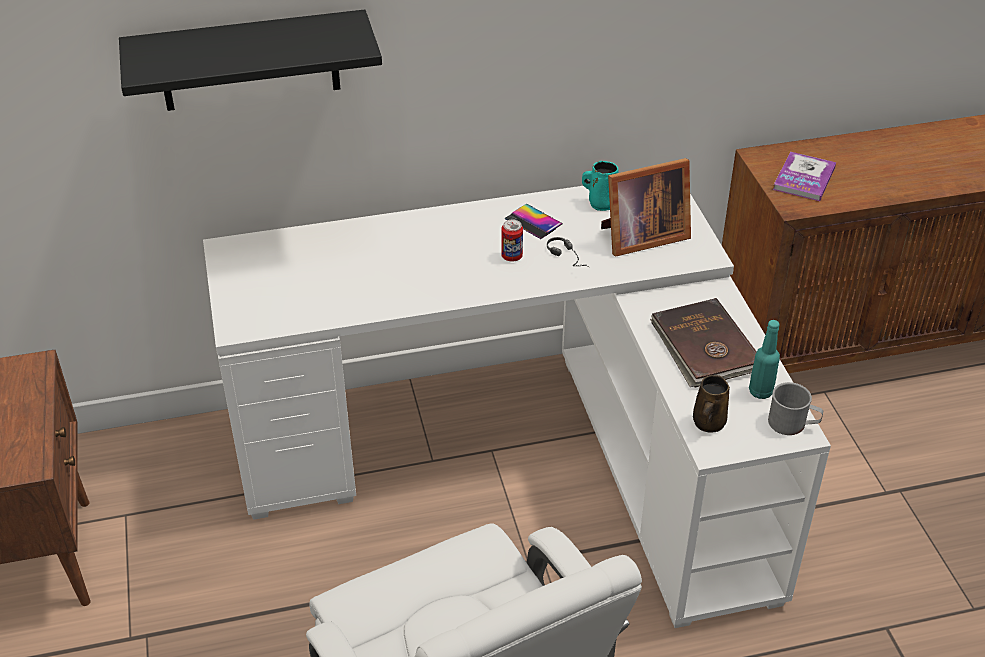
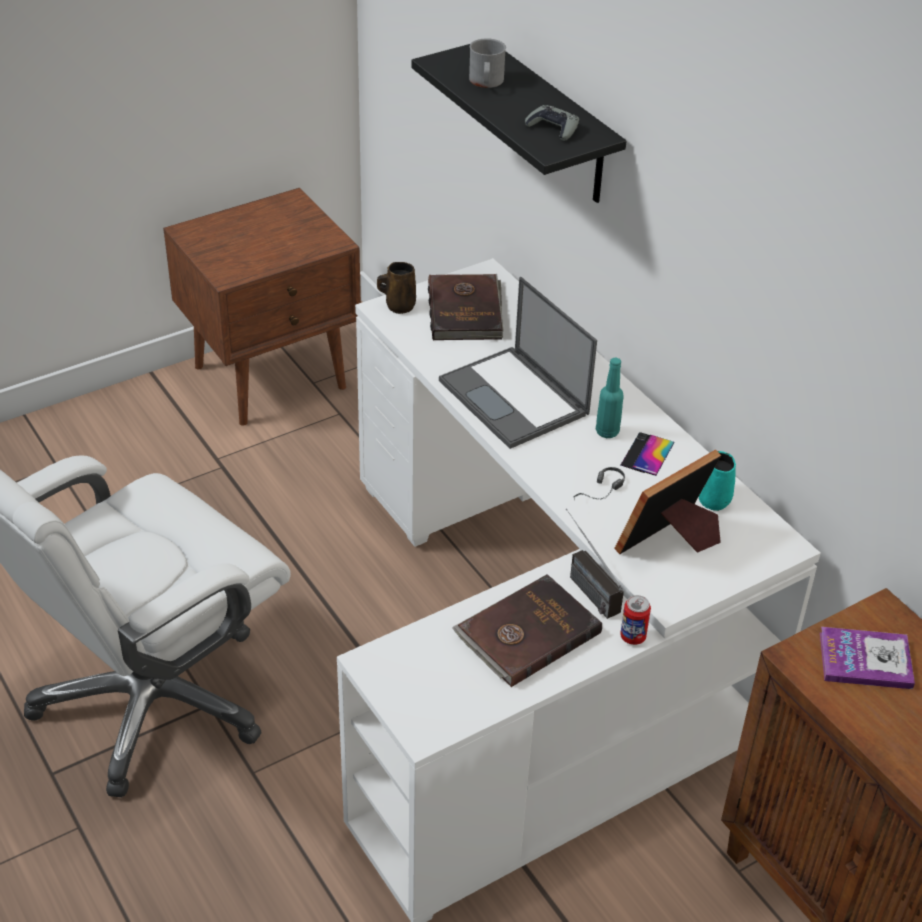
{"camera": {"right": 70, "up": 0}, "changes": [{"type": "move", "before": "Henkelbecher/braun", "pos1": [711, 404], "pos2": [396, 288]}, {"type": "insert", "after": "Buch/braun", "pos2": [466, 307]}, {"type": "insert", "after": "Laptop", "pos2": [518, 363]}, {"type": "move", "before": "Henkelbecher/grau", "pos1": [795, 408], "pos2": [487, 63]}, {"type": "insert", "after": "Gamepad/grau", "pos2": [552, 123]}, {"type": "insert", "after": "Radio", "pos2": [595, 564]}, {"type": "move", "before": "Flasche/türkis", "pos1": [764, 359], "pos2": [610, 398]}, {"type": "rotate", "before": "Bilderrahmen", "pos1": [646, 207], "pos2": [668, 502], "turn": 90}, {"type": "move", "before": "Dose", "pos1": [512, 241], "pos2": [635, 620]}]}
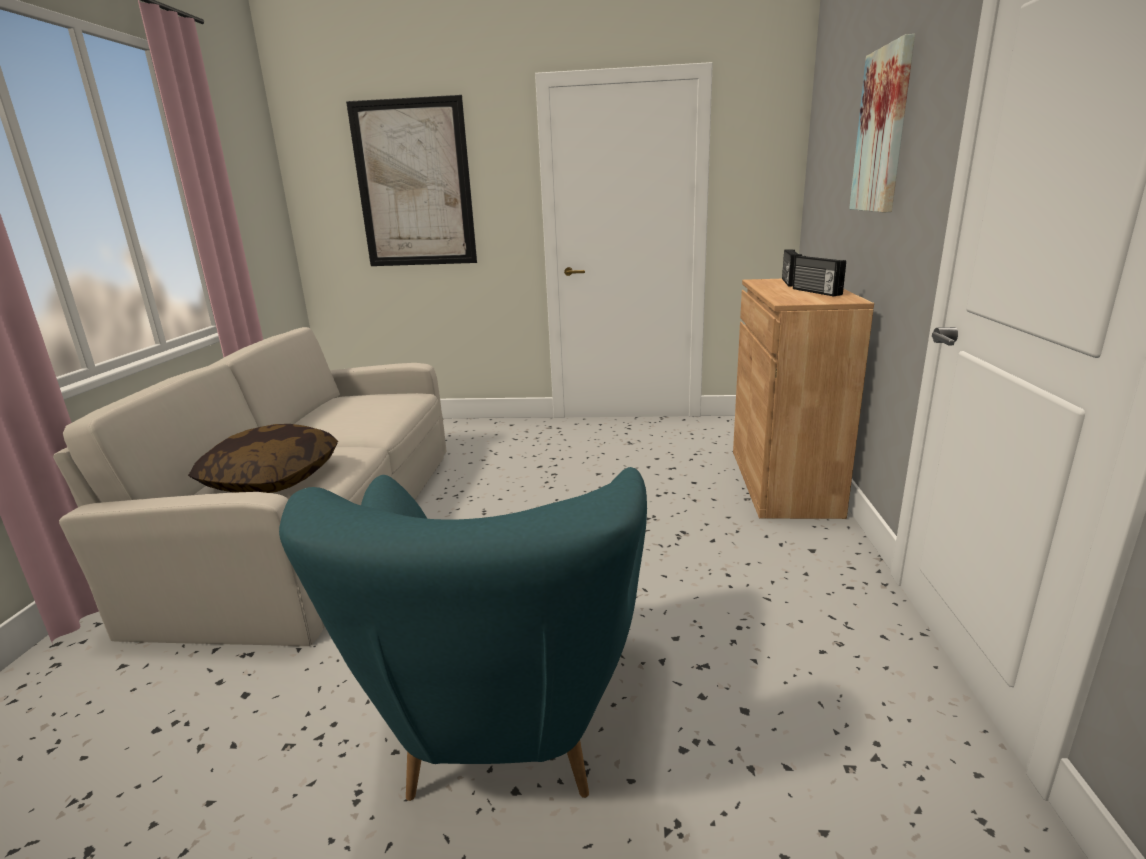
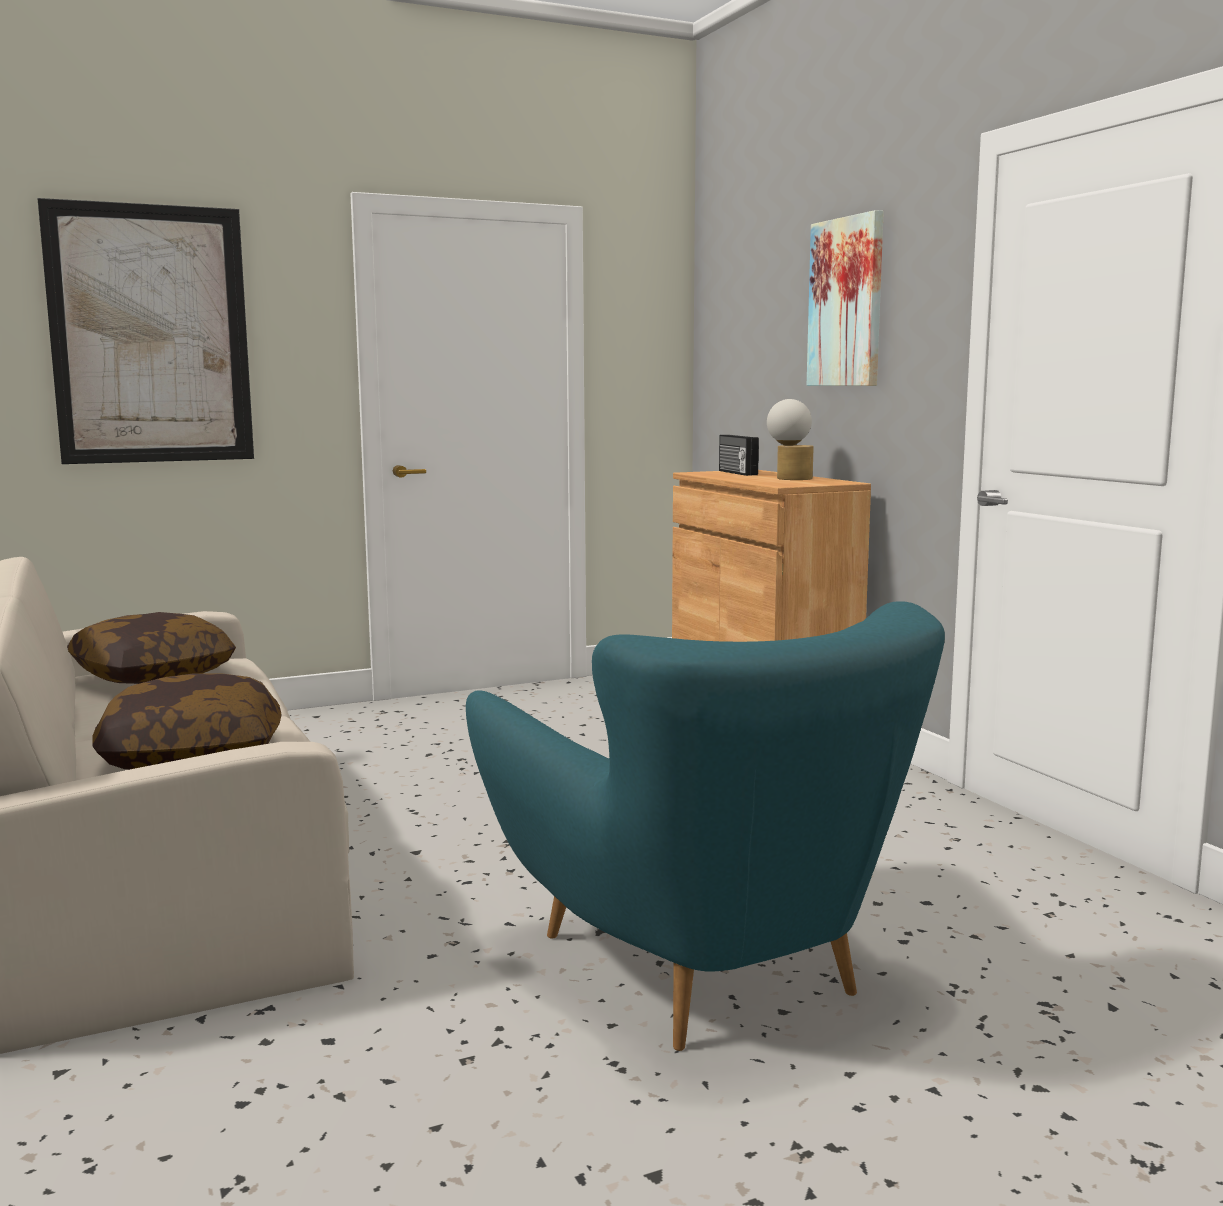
{"camera": {"right": -30, "up": -10}, "changes": [{"type": "insert", "after": "Kissen", "pos2": [151, 648]}, {"type": "replace", "before": "Radio", "after": "Tischlampe", "pos1": [819, 276], "pos2": [790, 439]}]}
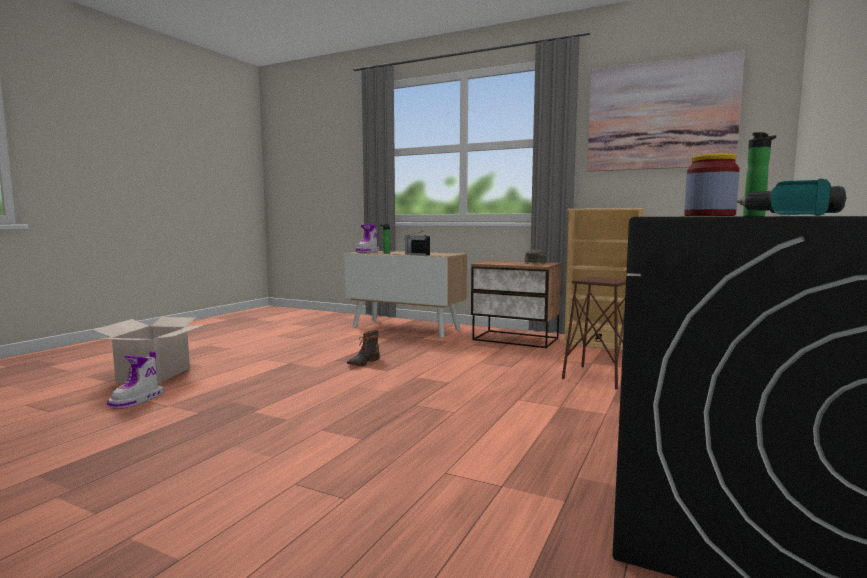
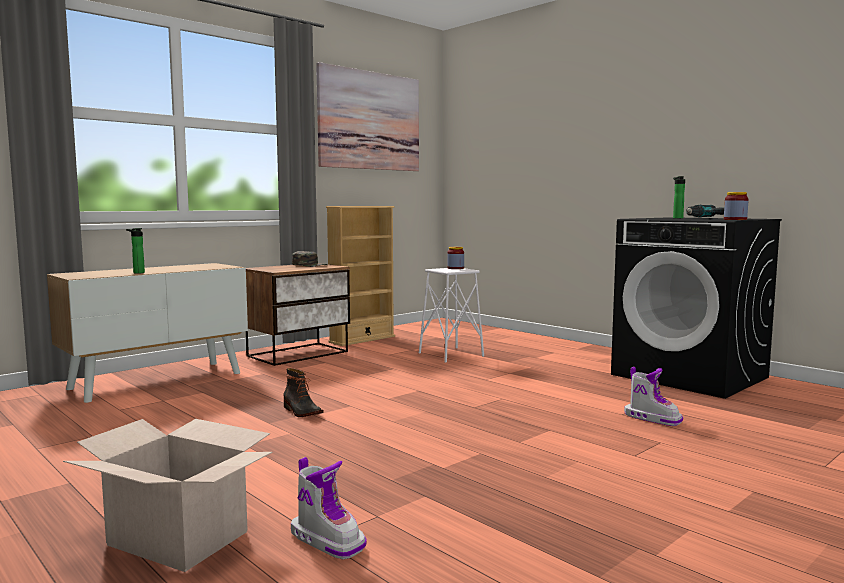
{"camera": {"right": -70, "up": 0}, "changes": [{"type": "recolor", "before": "Hocker/braun", "after": "Hocker/weiß", "pos1": [594, 333], "pos2": [451, 315]}, {"type": "insert", "after": "Vorratsglas", "pos2": [455, 258]}, {"type": "move", "before": "Stiefel", "pos1": [367, 238], "pos2": [653, 396]}, {"type": "delete", "before": "Radio", "pos1": [417, 243]}]}
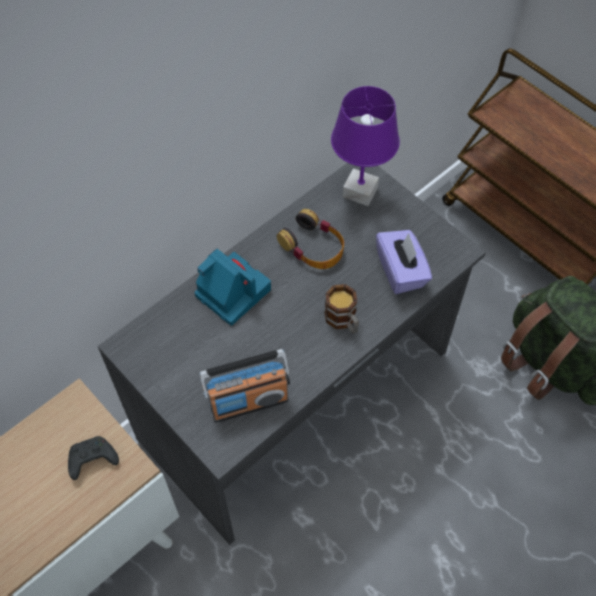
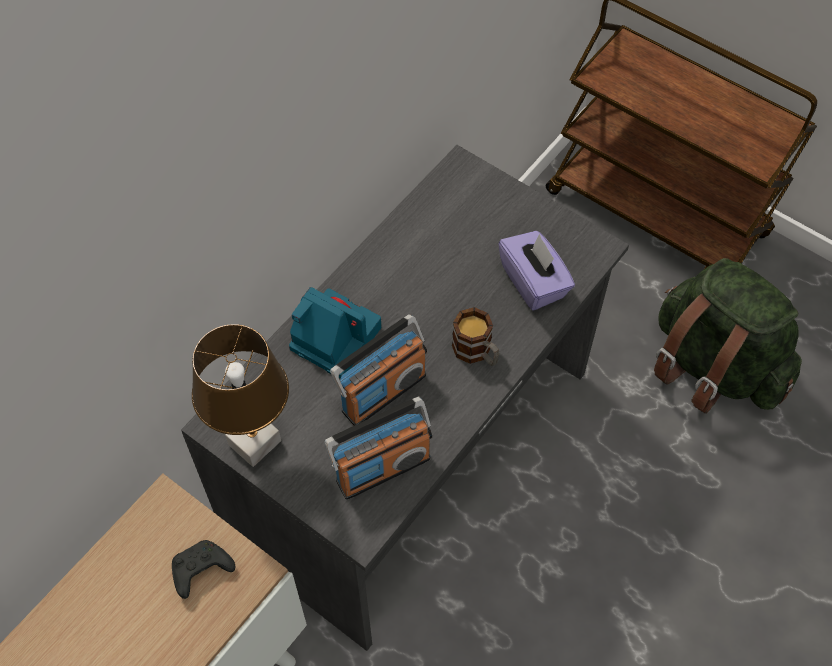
{"camera": {"right": -10, "up": 0}, "changes": [{"type": "insert", "after": "Tischlampe/braun", "pos2": [240, 395]}, {"type": "insert", "after": "Radio", "pos2": [378, 370]}, {"type": "delete", "before": "Kopfhörer", "pos1": [310, 239]}, {"type": "delete", "before": "Tischlampe/lila", "pos1": [365, 146]}]}
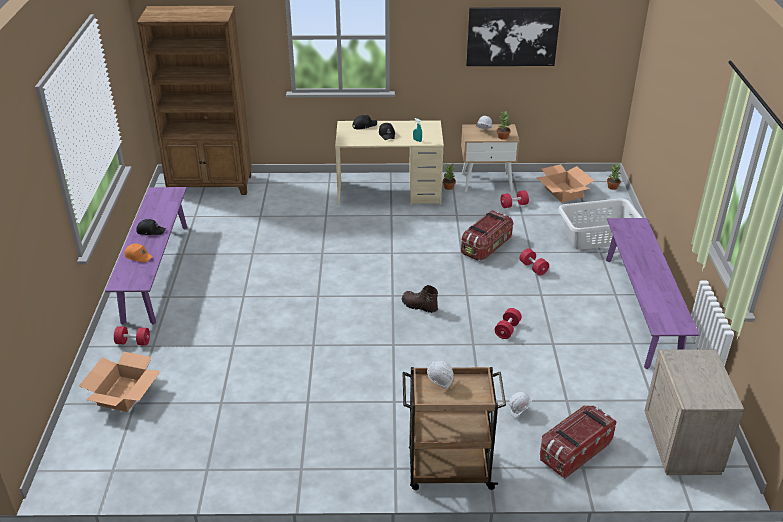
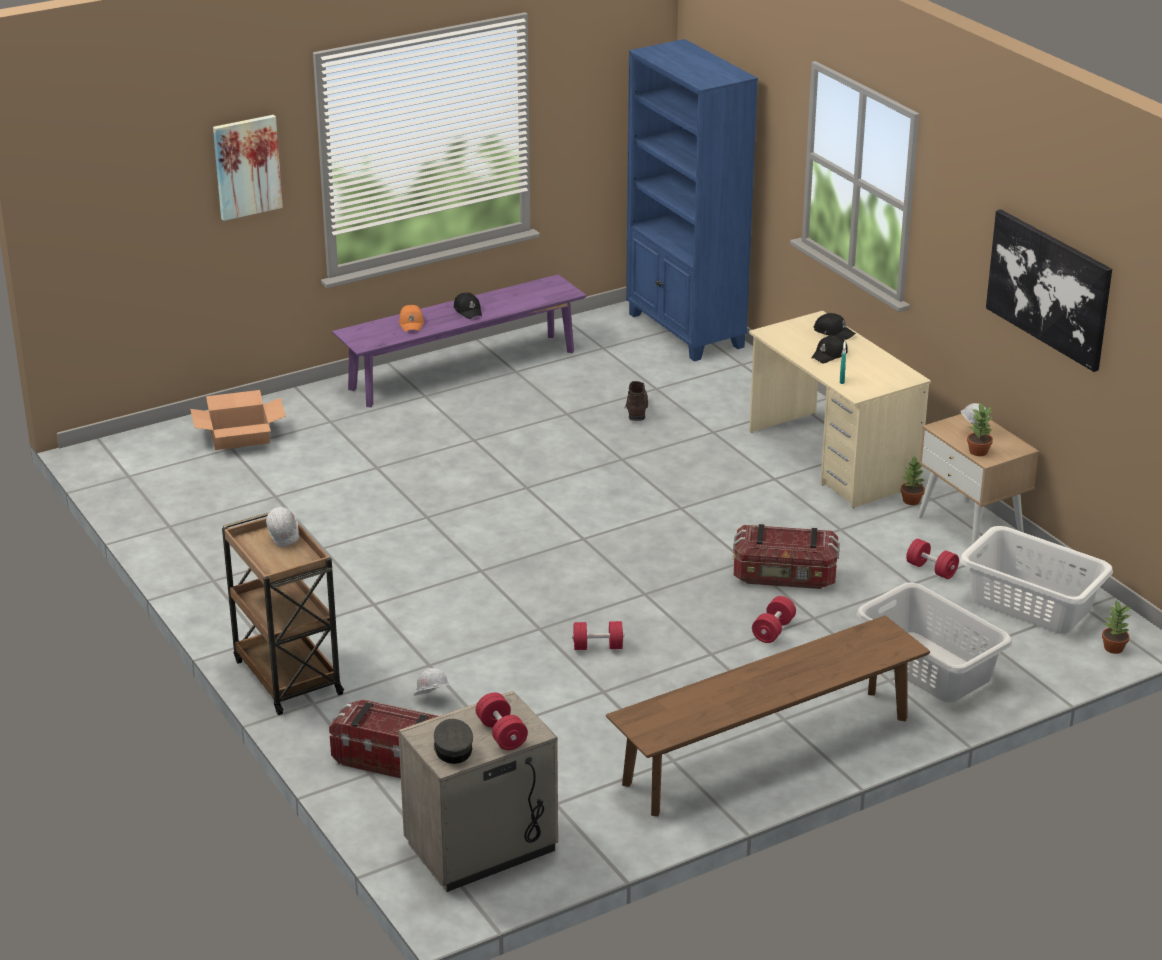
{"camera": {"right": 60, "up": -5}, "changes": [{"type": "insert", "after": "Bild", "pos2": [248, 168]}, {"type": "insert", "after": "Kappe/grau", "pos2": [453, 741]}, {"type": "move", "before": "Hantel/rot", "pos1": [132, 336], "pos2": [502, 721]}, {"type": "recolor", "before": "Bank/lila", "after": "Bank/braun", "pos1": [653, 293], "pos2": [768, 715]}, {"type": "move", "before": "Stiefel/braun", "pos1": [420, 299], "pos2": [636, 401]}, {"type": "recolor", "before": "Bücherregal/braun", "after": "Bücherregal/blau", "pos1": [194, 100], "pos2": [692, 200]}, {"type": "replace", "before": "Karton", "after": "Wäschekorb/weiß", "pos1": [565, 183], "pos2": [1036, 580]}]}
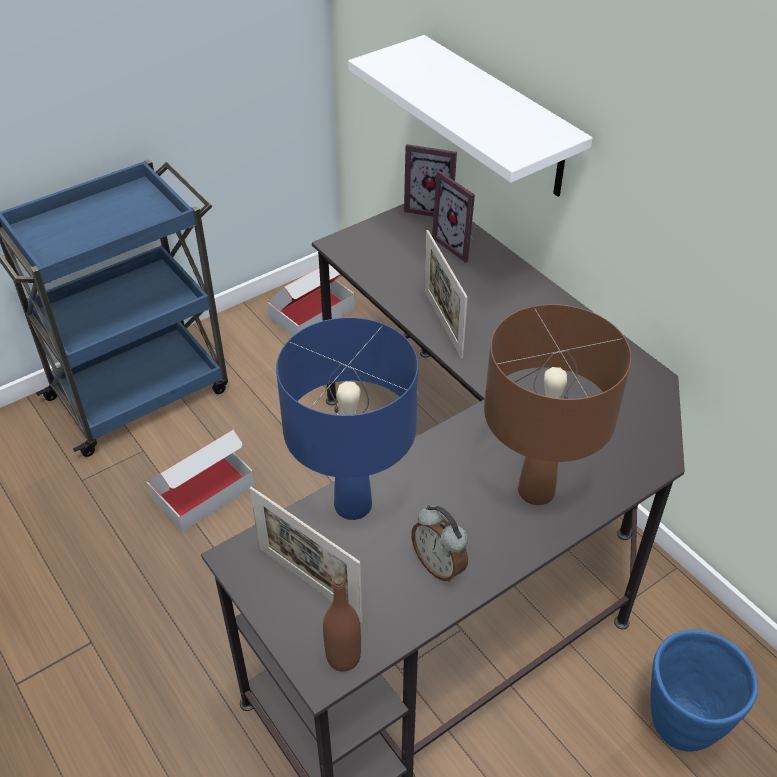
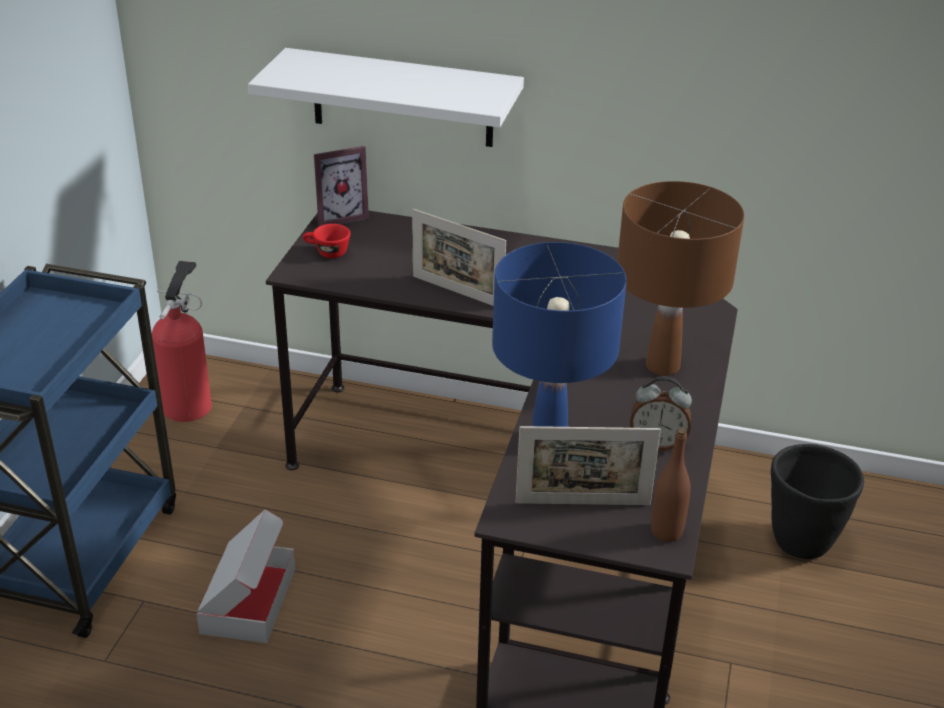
{"camera": {"right": -40, "up": -10}, "changes": [{"type": "replace", "before": "Karton", "after": "Feuerlöscher", "pos1": [311, 300], "pos2": [182, 341]}, {"type": "insert", "after": "Tasse/rot", "pos2": [326, 241]}, {"type": "recolor", "before": "Pflanzkübel/blau", "after": "Pflanzkübel/schwarz", "pos1": [704, 690], "pos2": [817, 501]}, {"type": "delete", "before": "Bilderrahmen", "pos1": [453, 217]}]}
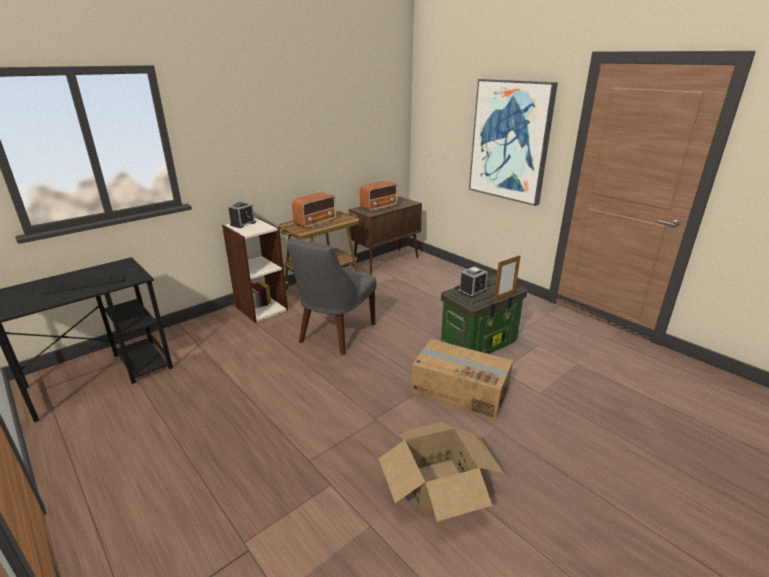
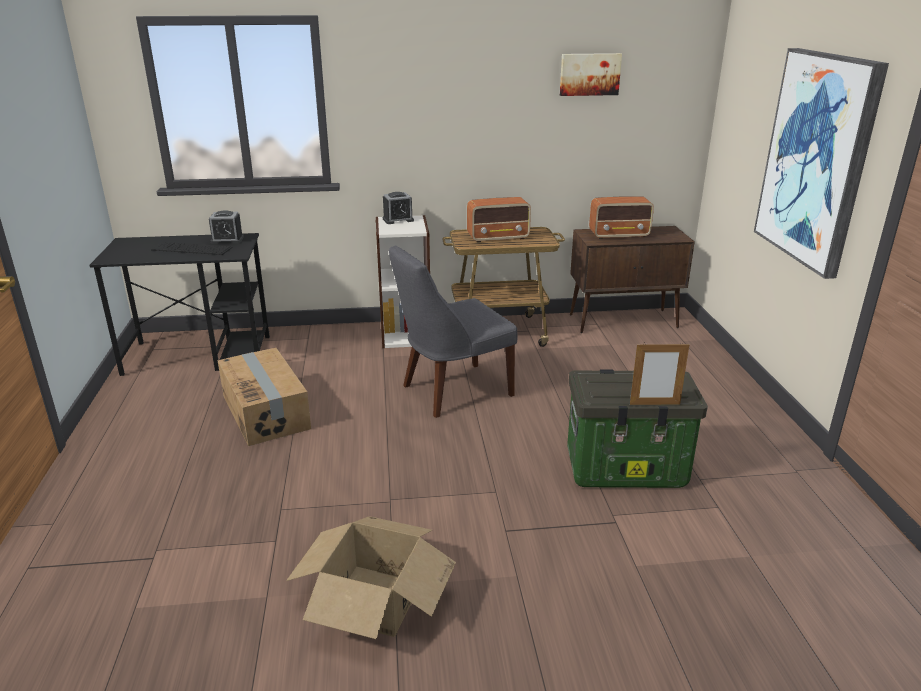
{"camera": {"right": 35, "up": 0}, "changes": [{"type": "move", "before": "Wecker", "pos1": [473, 282], "pos2": [226, 227]}, {"type": "move", "before": "Karton", "pos1": [462, 379], "pos2": [264, 397]}, {"type": "insert", "after": "Bild", "pos2": [591, 74]}]}
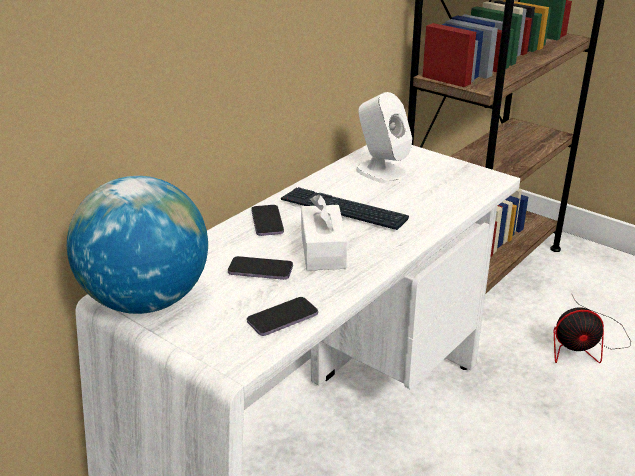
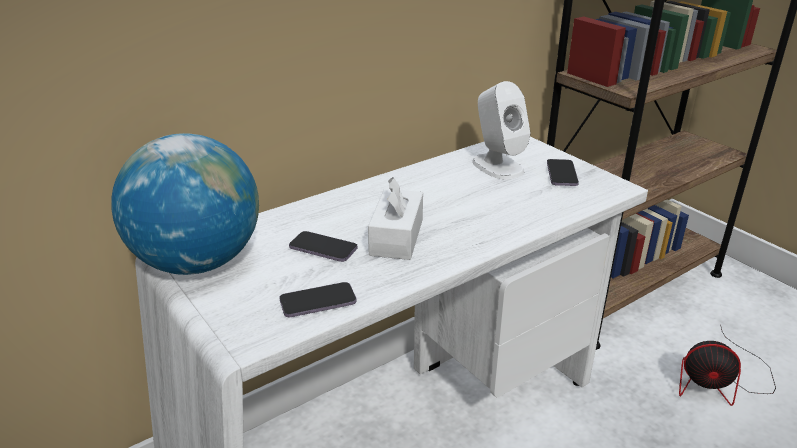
{"camera": {"right": 15, "up": 0}, "changes": [{"type": "move", "before": "Handy", "pos1": [267, 220], "pos2": [563, 172]}, {"type": "delete", "before": "Tastatur", "pos1": [345, 208]}]}
